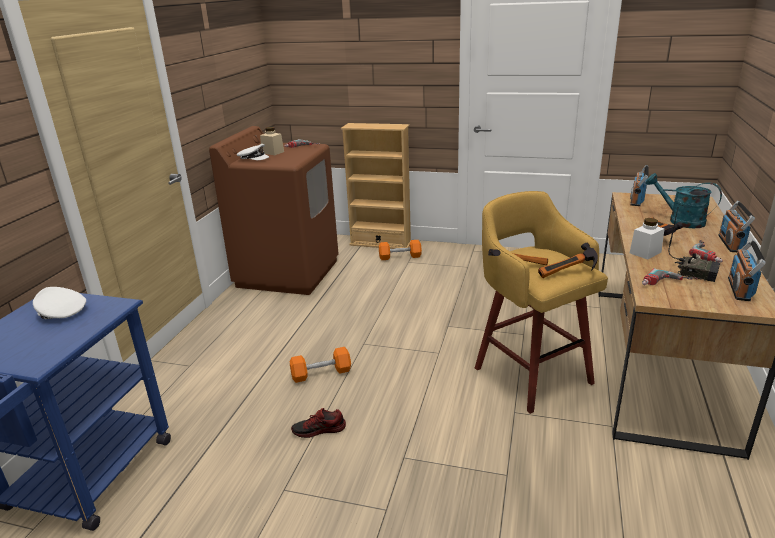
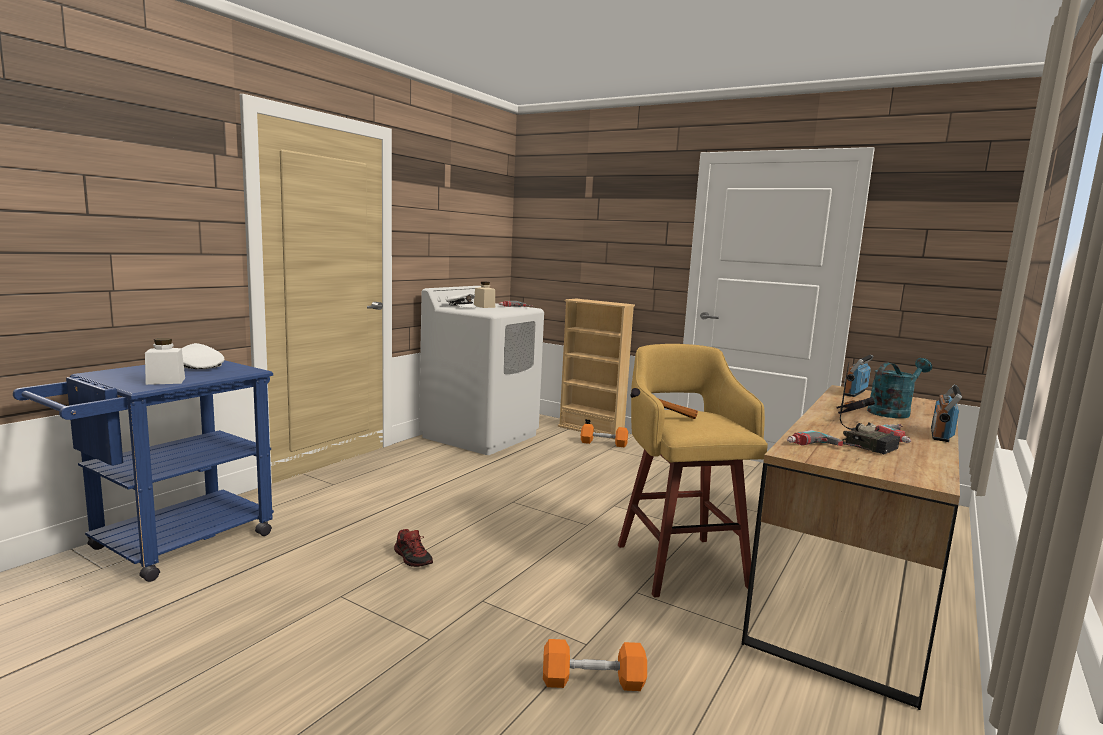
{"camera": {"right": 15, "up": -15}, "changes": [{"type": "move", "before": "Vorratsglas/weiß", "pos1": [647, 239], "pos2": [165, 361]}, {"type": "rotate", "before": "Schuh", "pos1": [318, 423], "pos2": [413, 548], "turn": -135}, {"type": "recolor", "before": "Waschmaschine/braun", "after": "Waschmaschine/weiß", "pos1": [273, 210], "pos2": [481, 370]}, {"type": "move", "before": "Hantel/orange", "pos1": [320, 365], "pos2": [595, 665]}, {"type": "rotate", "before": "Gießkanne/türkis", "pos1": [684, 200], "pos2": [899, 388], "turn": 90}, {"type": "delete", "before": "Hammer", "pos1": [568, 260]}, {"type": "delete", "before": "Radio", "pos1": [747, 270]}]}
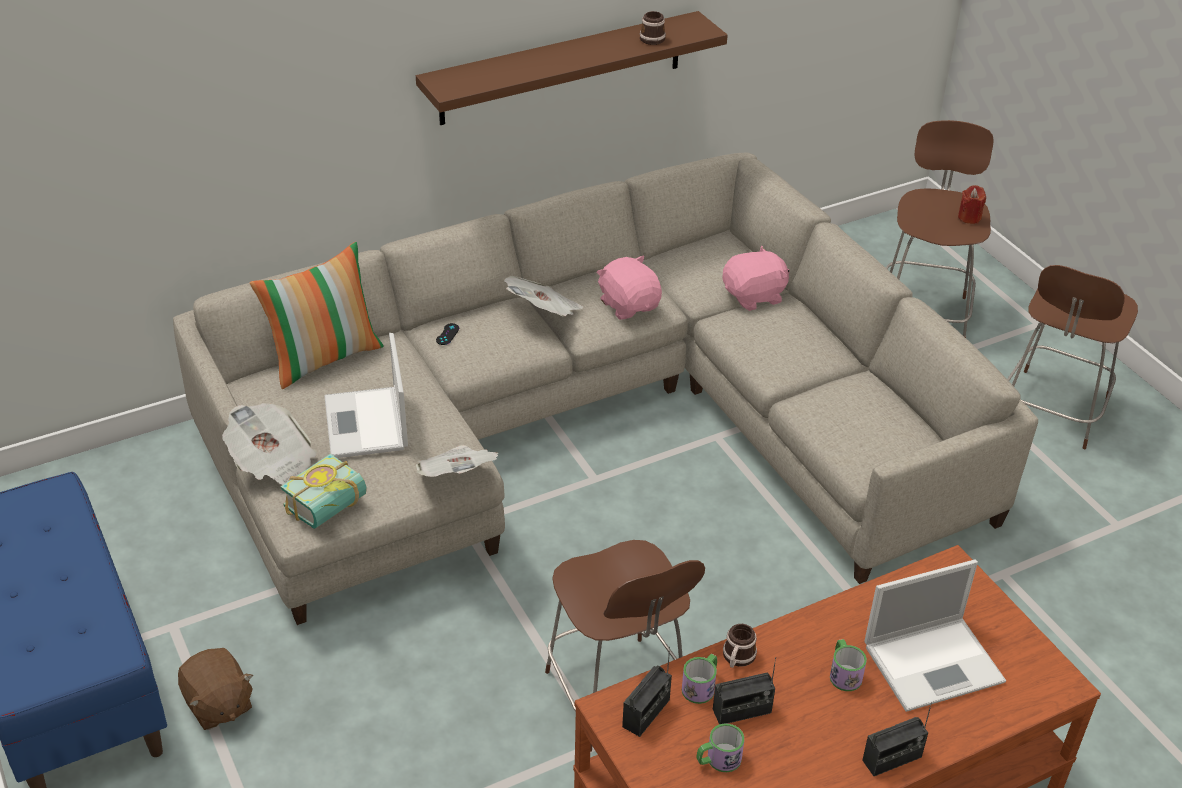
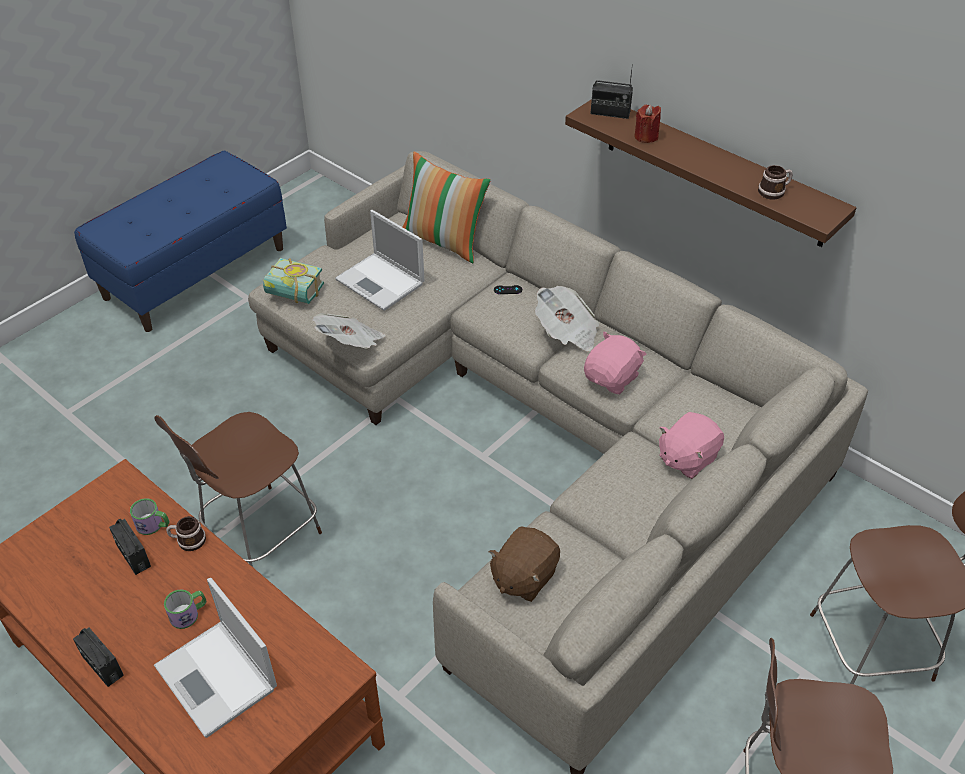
{"camera": {"right": 70, "up": 5}, "changes": [{"type": "rotate", "before": "Laptop", "pos1": [366, 395], "pos2": [379, 260], "turn": -105}, {"type": "move", "before": "Plüschtier/braun", "pos1": [215, 689], "pos2": [524, 564]}, {"type": "move", "before": "Radio", "pos1": [647, 692], "pos2": [611, 92]}, {"type": "move", "before": "Kerze/rot", "pos1": [972, 204], "pos2": [647, 124]}, {"type": "rotate", "before": "Plüschtier/rosa", "pos1": [756, 278], "pos2": [691, 445], "turn": 90}, {"type": "delete", "before": "Zeitung", "pos1": [269, 444]}, {"type": "delete", "before": "Henkelbecher", "pos1": [720, 747]}]}
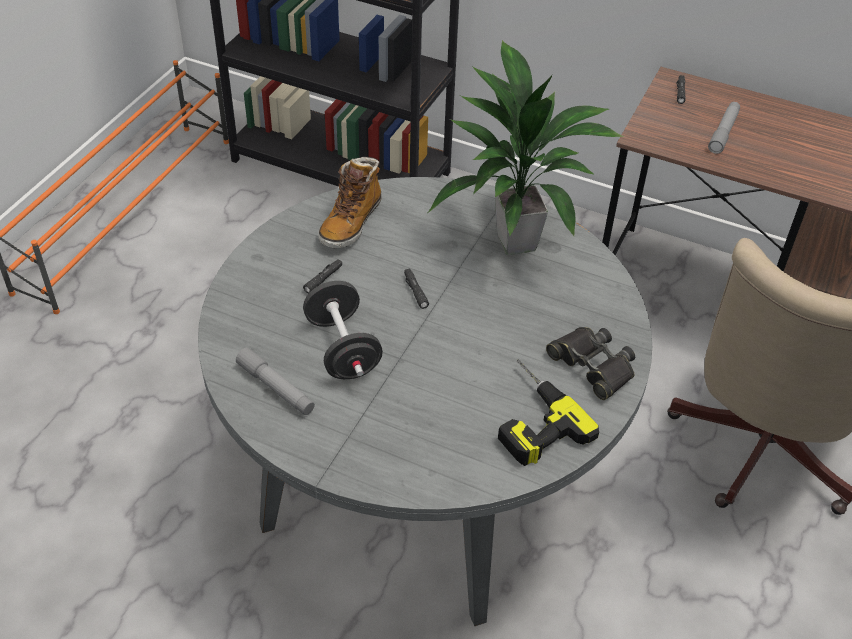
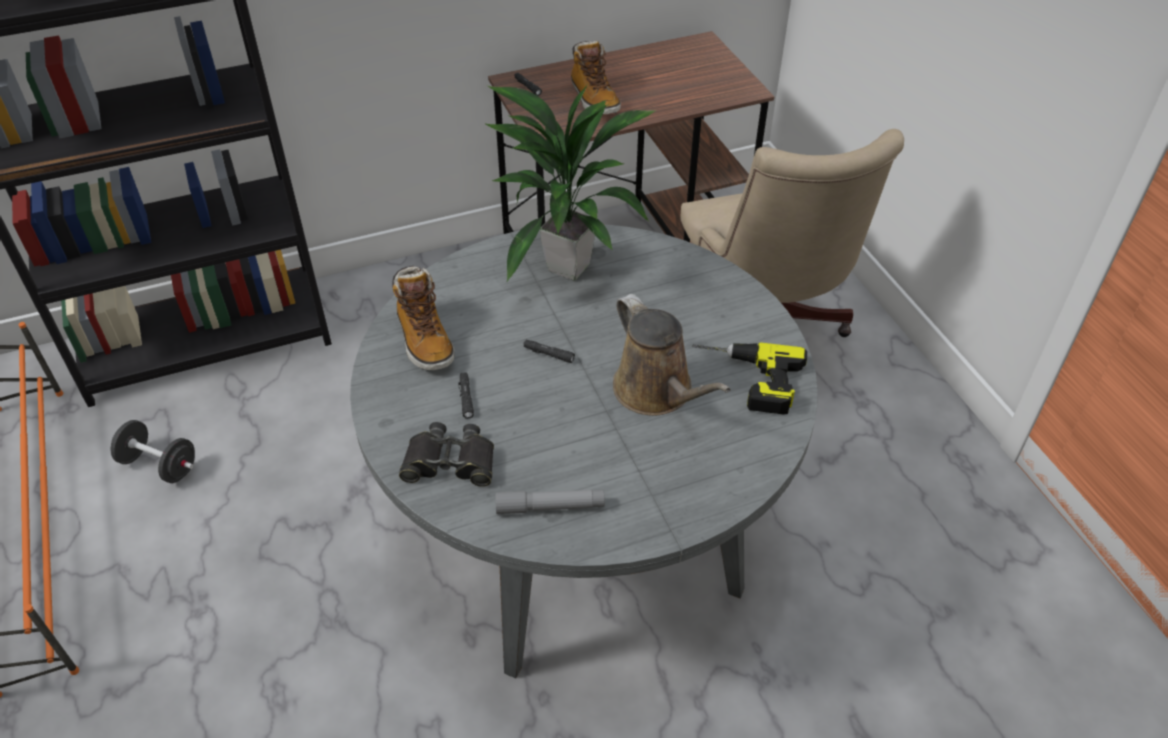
{"camera": {"right": -45, "up": 0}, "changes": [{"type": "move", "before": "Hantel/schwarz", "pos1": [343, 330], "pos2": [152, 451]}, {"type": "move", "before": "Fernglas/schwarz", "pos1": [590, 363], "pos2": [446, 454]}, {"type": "replace", "before": "Taschenlampe/grau", "after": "Stiefel", "pos1": [724, 128], "pos2": [596, 77]}, {"type": "insert", "after": "Gießkanne/braun", "pos2": [672, 355]}]}
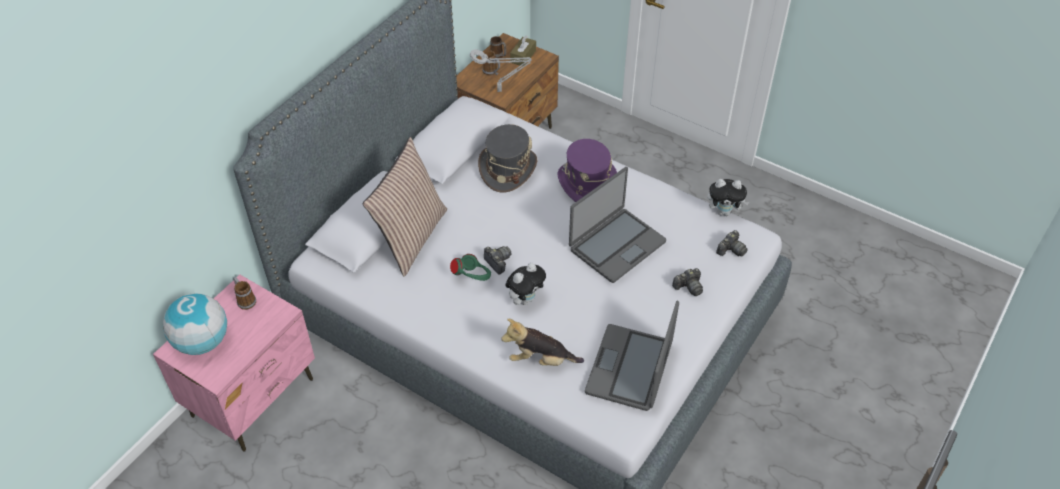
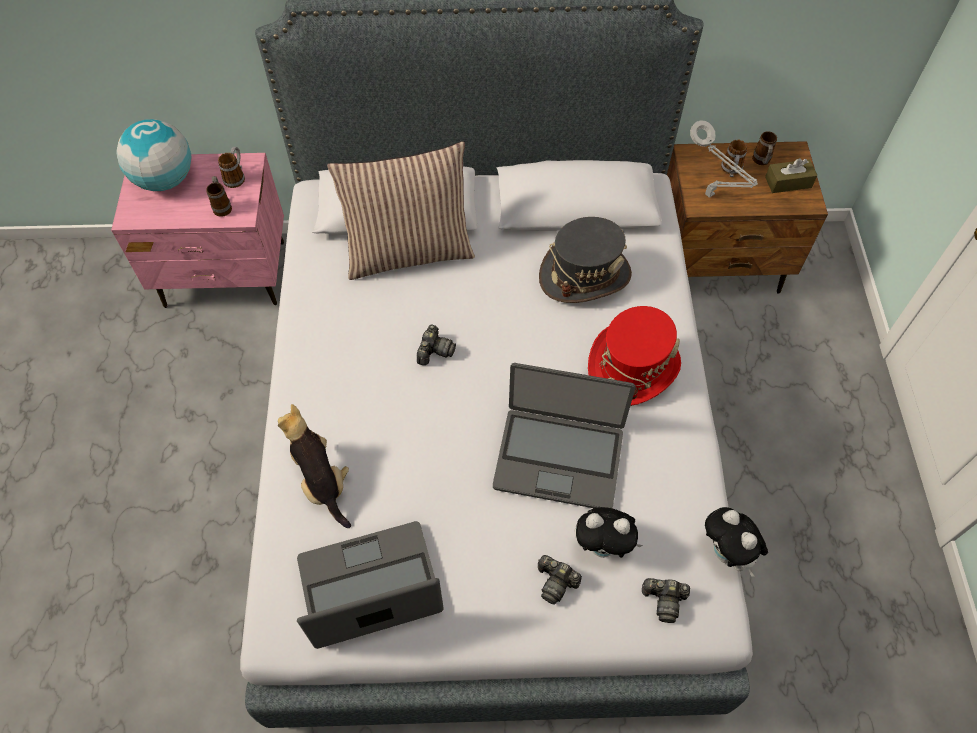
{"camera": {"right": 55, "up": 10}, "changes": [{"type": "insert", "after": "Henkelbecher", "pos2": [219, 196]}, {"type": "move", "before": "Plüschtier", "pos1": [525, 284], "pos2": [608, 532]}, {"type": "recolor", "before": "Hut/lila", "after": "Hut/rot", "pos1": [587, 170], "pos2": [634, 356]}, {"type": "delete", "before": "Kopfhörer/grün", "pos1": [470, 267]}]}
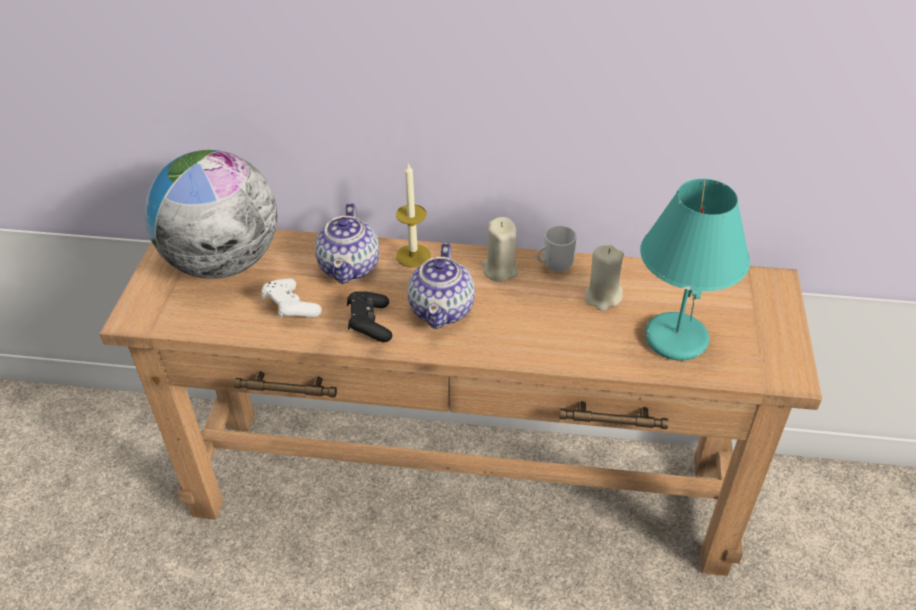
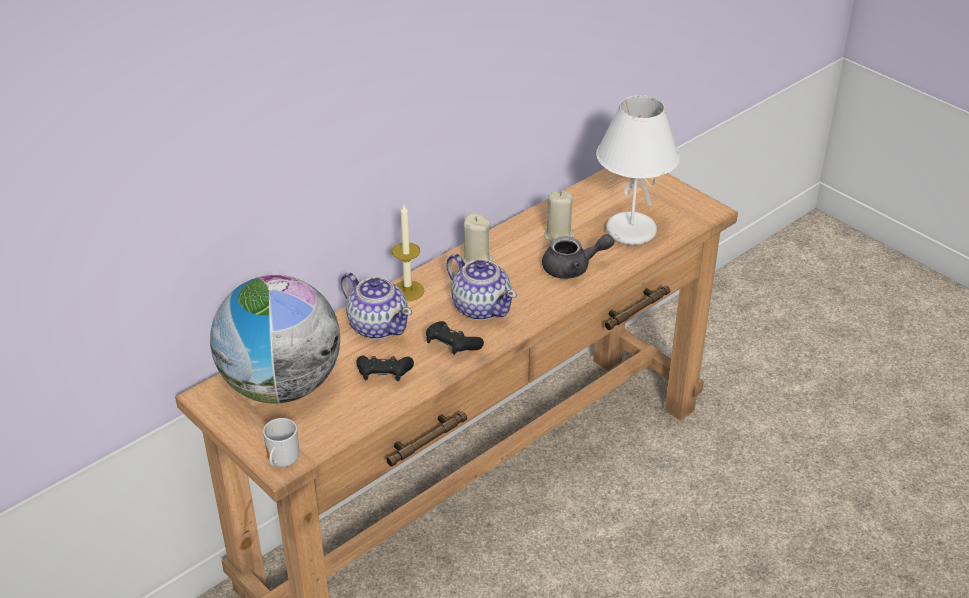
{"camera": {"right": -50, "up": -5}, "changes": [{"type": "move", "before": "Henkelbecher", "pos1": [557, 248], "pos2": [281, 442]}, {"type": "recolor", "before": "Gamepad/weiß", "after": "Gamepad/schwarz", "pos1": [291, 298], "pos2": [385, 368]}, {"type": "insert", "after": "Teekanne/grau", "pos2": [578, 256]}, {"type": "recolor", "before": "Tischlampe/türkis", "after": "Tischlampe/weiß", "pos1": [695, 270], "pos2": [638, 170]}]}
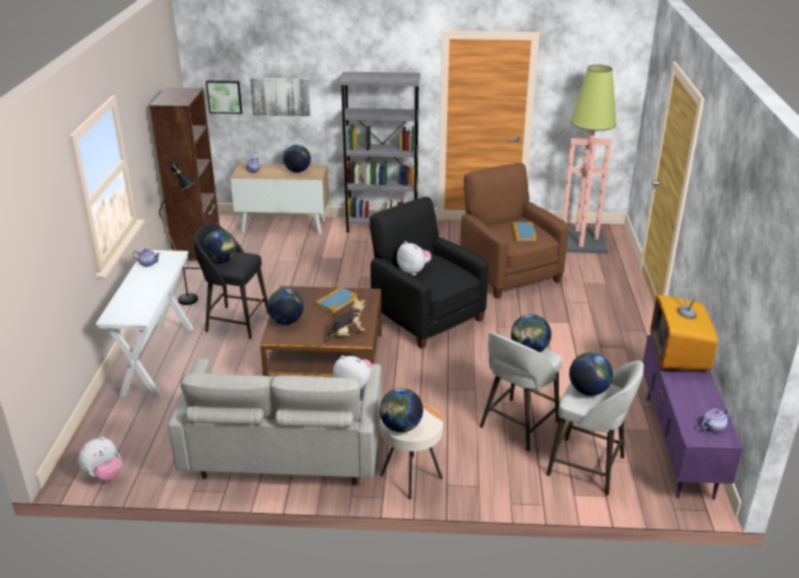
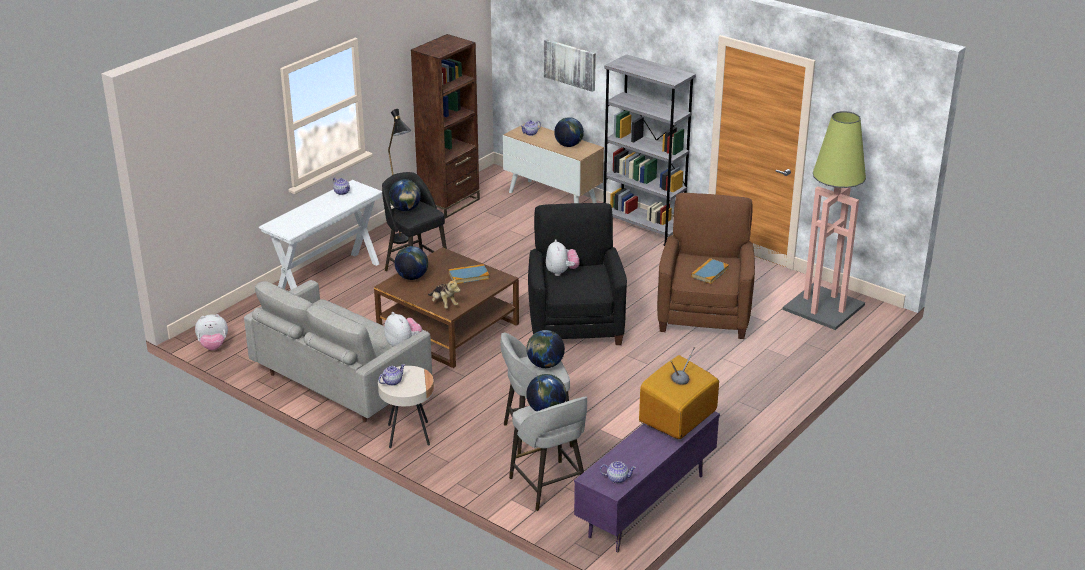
{"camera": {"right": 35, "up": 0}, "changes": [{"type": "replace", "before": "Globus", "after": "Teekanne", "pos1": [401, 410], "pos2": [392, 375]}, {"type": "rotate", "before": "Plüschtier", "pos1": [344, 320], "pos2": [444, 293], "turn": 45}, {"type": "delete", "before": "Bild", "pos1": [224, 97]}]}
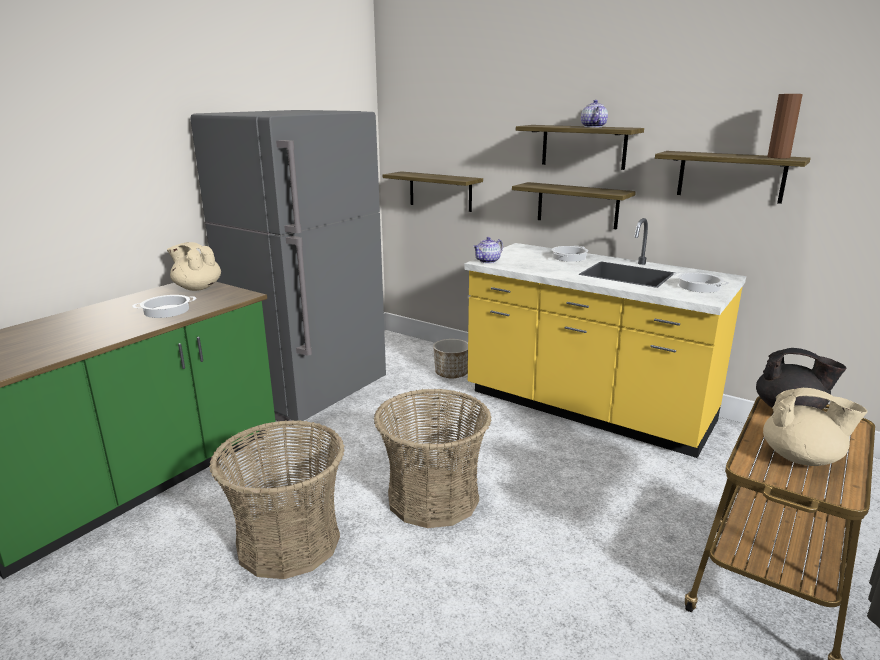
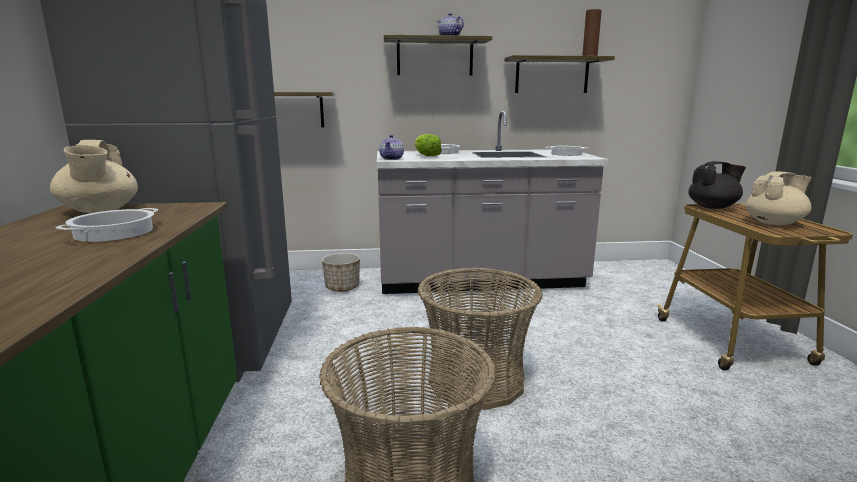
{"camera": {"right": -40, "up": -5}, "changes": [{"type": "rotate", "before": "Teekanne/beige", "pos1": [194, 266], "pos2": [94, 176], "turn": -105}, {"type": "recolor", "before": "Küchenzeile/gelb", "after": "Küchenzeile/grau", "pos1": [605, 338], "pos2": [492, 202]}, {"type": "insert", "after": "Salatkopf", "pos2": [428, 145]}, {"type": "delete", "before": "Wandregal", "pos1": [574, 205]}]}
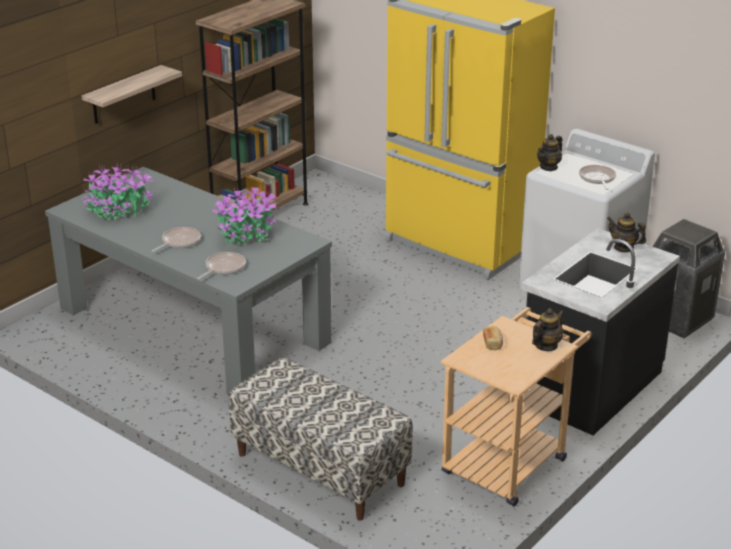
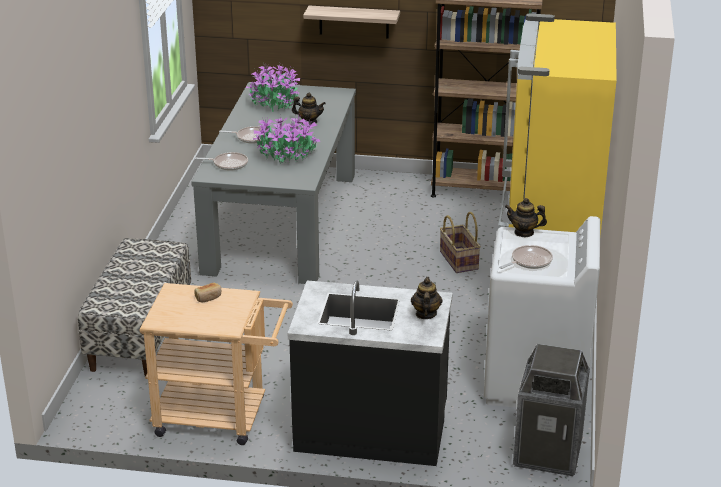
{"camera": {"right": 60, "up": 0}, "changes": [{"type": "move", "before": "Teekanne", "pos1": [548, 329], "pos2": [309, 109]}, {"type": "insert", "after": "Korb", "pos2": [460, 242]}]}
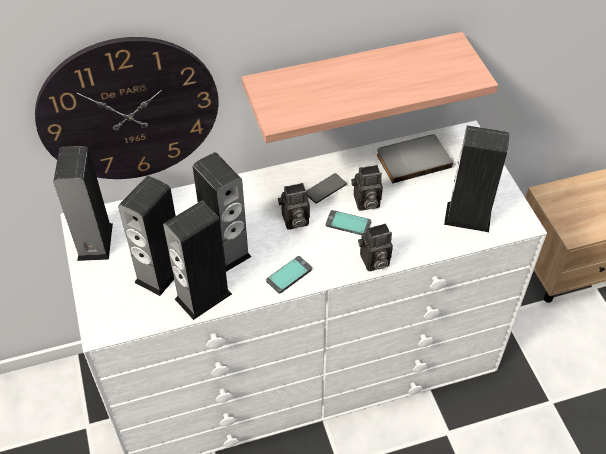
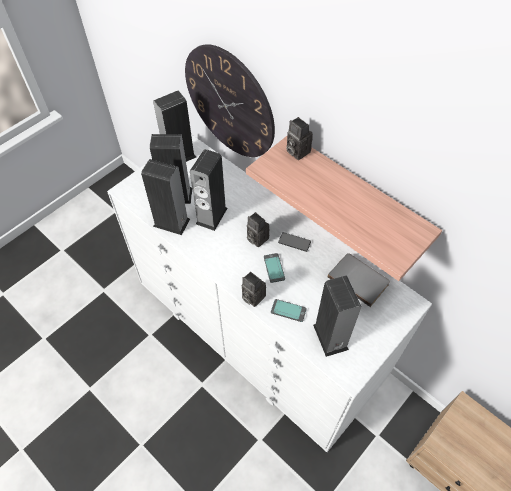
{"camera": {"right": 60, "up": 5}, "changes": [{"type": "move", "before": "Handy", "pos1": [289, 275], "pos2": [289, 310]}, {"type": "move", "before": "Kamera", "pos1": [367, 188], "pos2": [299, 138]}]}
